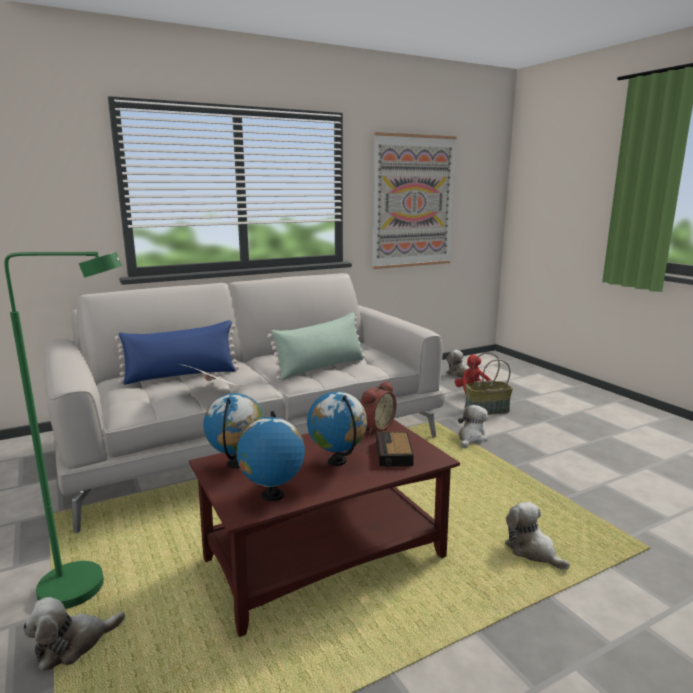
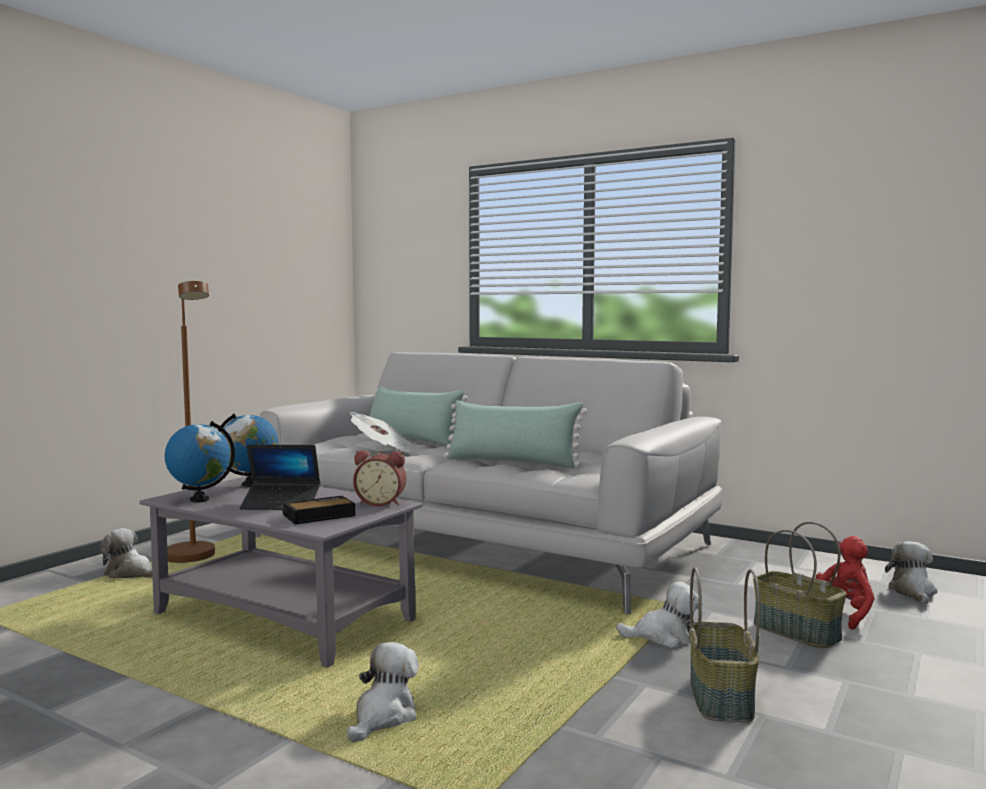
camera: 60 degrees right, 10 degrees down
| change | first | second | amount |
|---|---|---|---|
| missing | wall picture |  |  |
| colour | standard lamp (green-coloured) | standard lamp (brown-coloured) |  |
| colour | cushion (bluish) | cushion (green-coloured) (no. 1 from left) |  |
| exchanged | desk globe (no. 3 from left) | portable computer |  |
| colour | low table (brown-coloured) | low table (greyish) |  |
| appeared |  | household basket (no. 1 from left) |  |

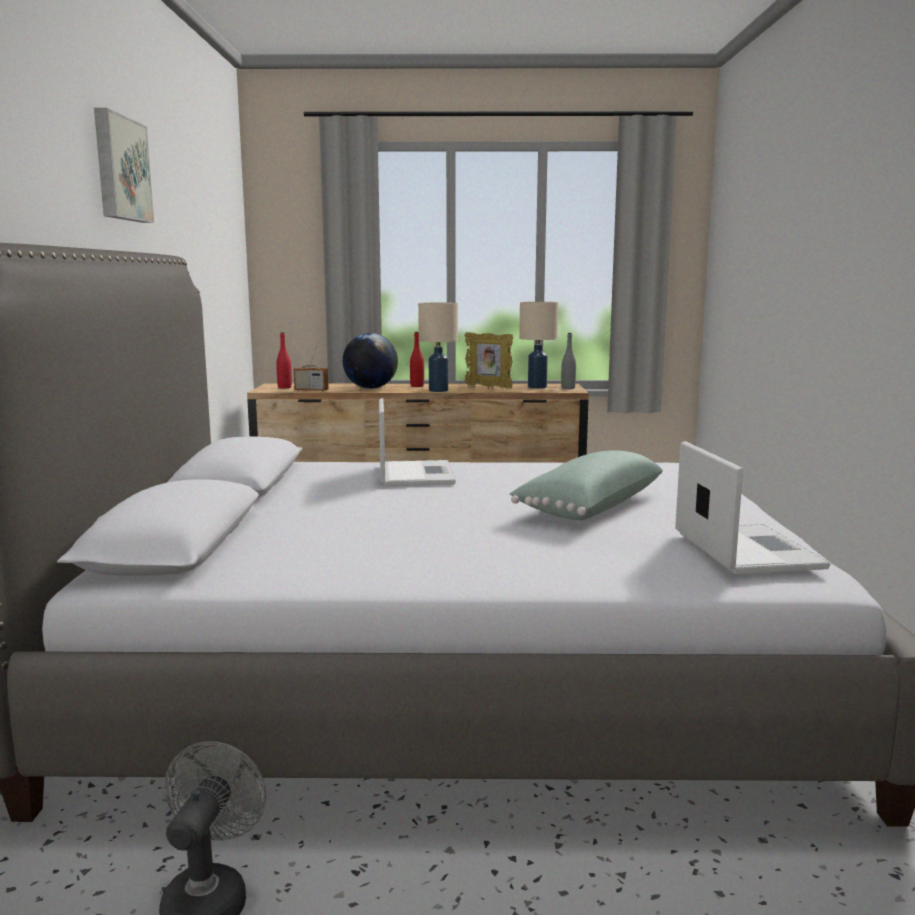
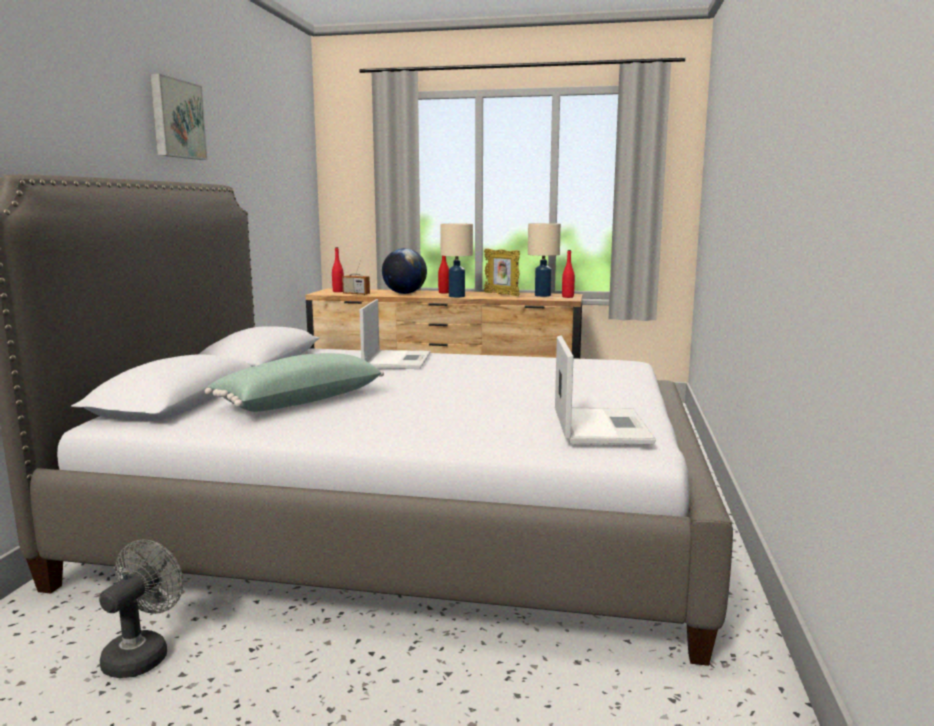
camera: 10 degrees right, 0 degrees up
| change | first | second | amount |
|---|---|---|---|
| colour | drink bottle (greyish) | drink bottle (reddish) (no. 3 from left) |  |
| relocated | cushion (green-coloured) |  |  |

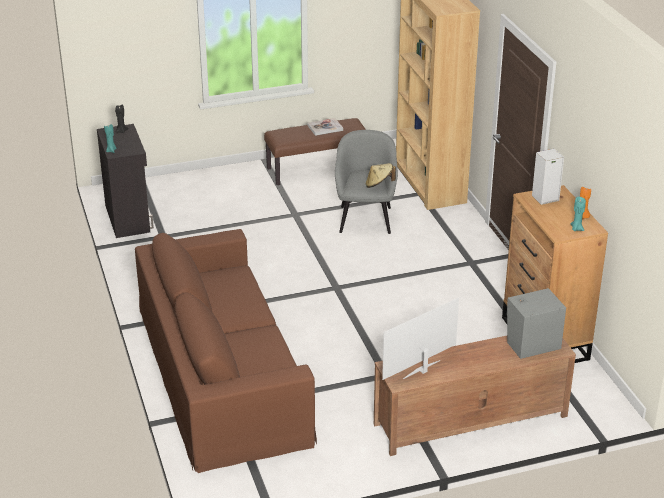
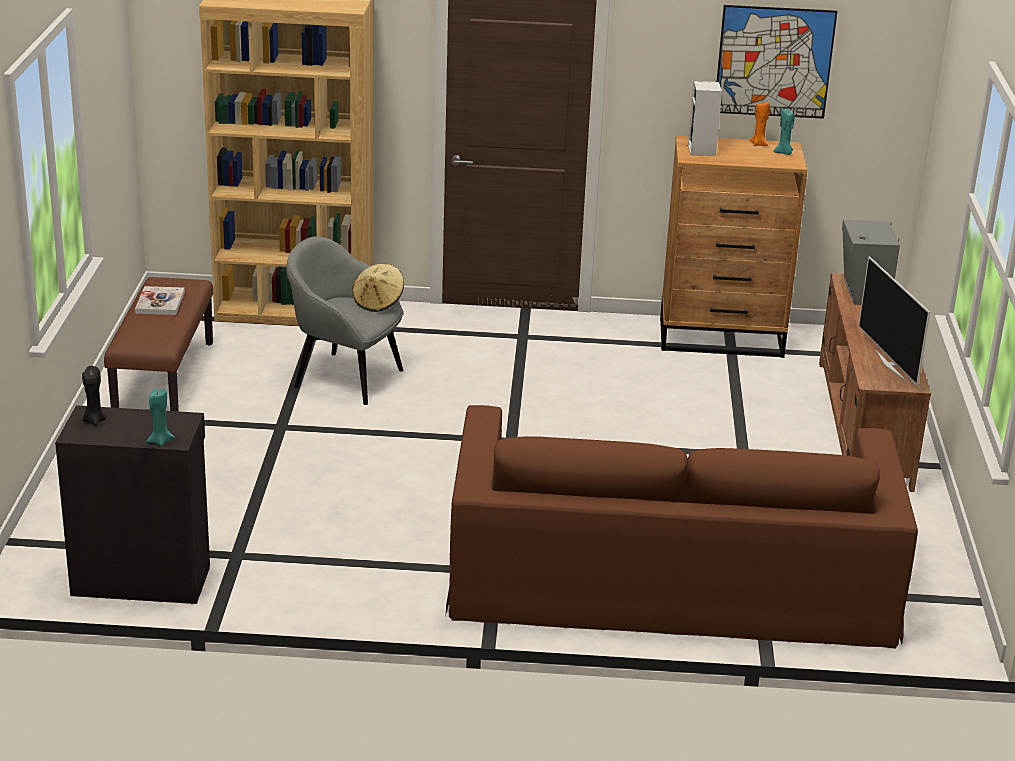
camera: 70 degrees left, 5 degrees down
| change | first | second | amount |
|---|---|---|---|
| appeared |  | wall picture |  |

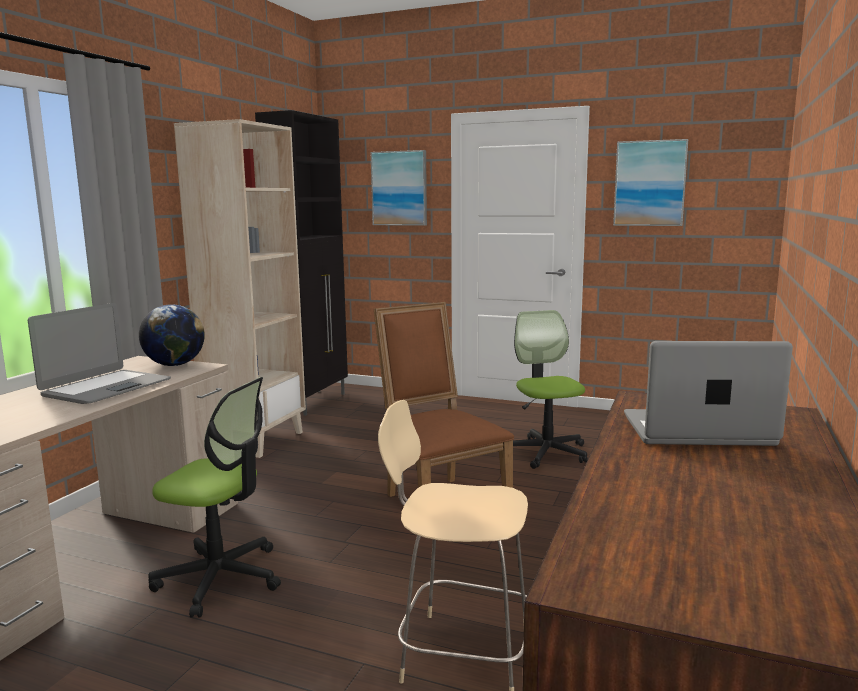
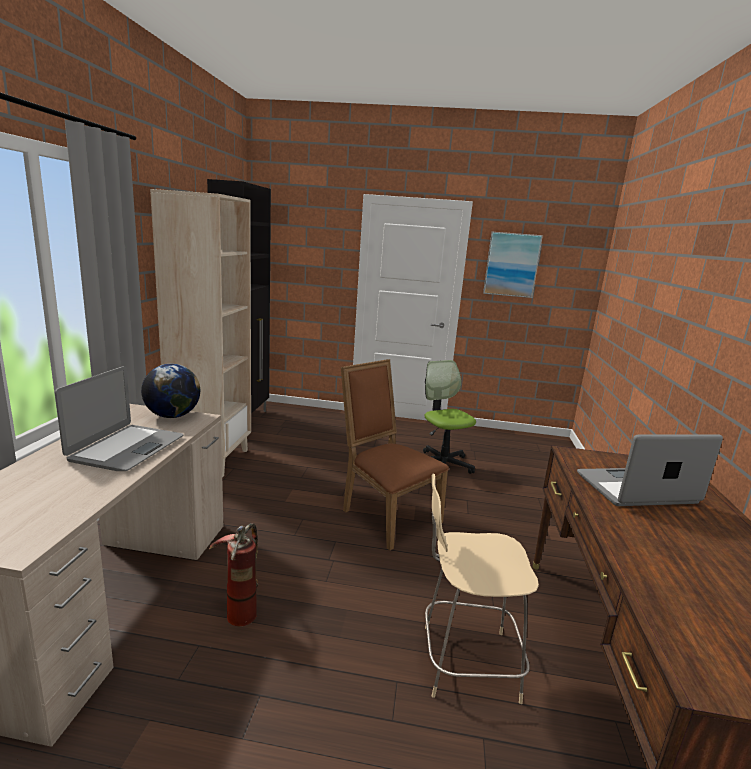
camera: 15 degrees left, 5 degrees up
| change | first | second | amount |
|---|---|---|---|
| missing | wall picture (no. 1 from left) |  |  |
| exchanged | office chair (no. 1 from left) | extinguisher |  |

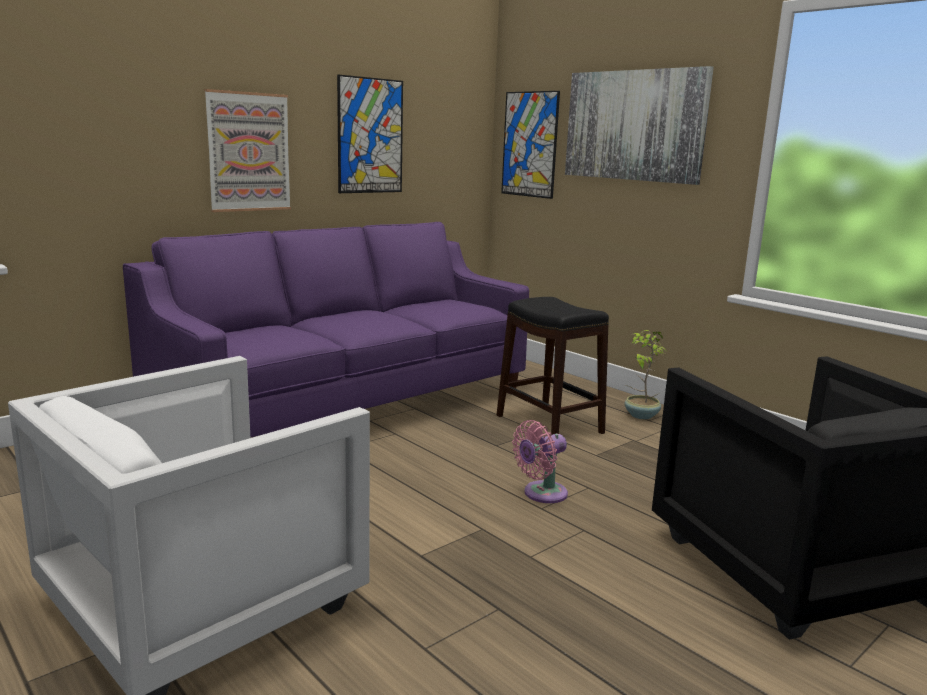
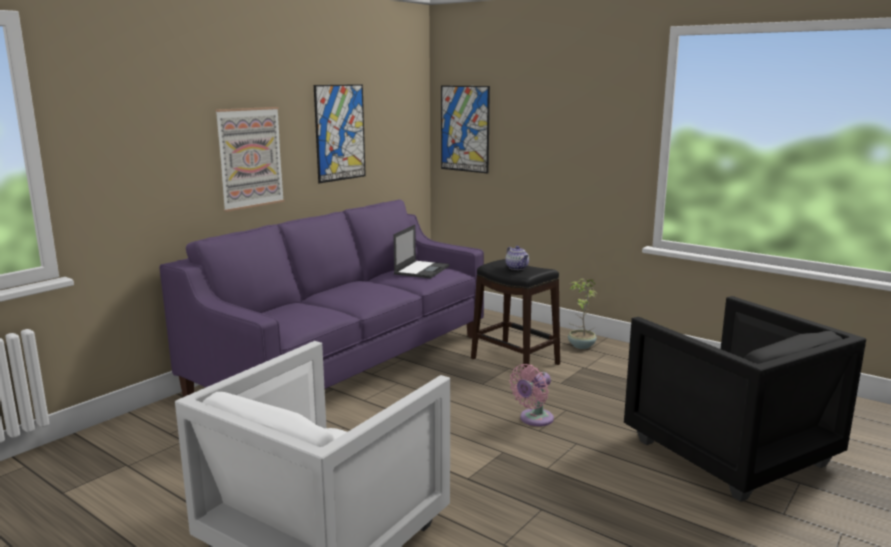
camera: 10 degrees left, 0 degrees up
| change | first | second | amount |
|---|---|---|---|
| missing | wall picture (no. 4 from left) |  |  |
| appeared |  | portable computer |  |
| appeared |  | pot for tea |  |

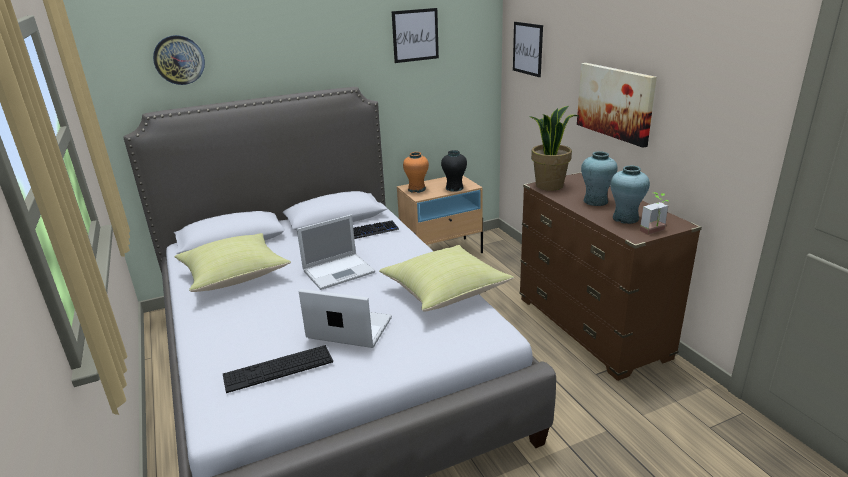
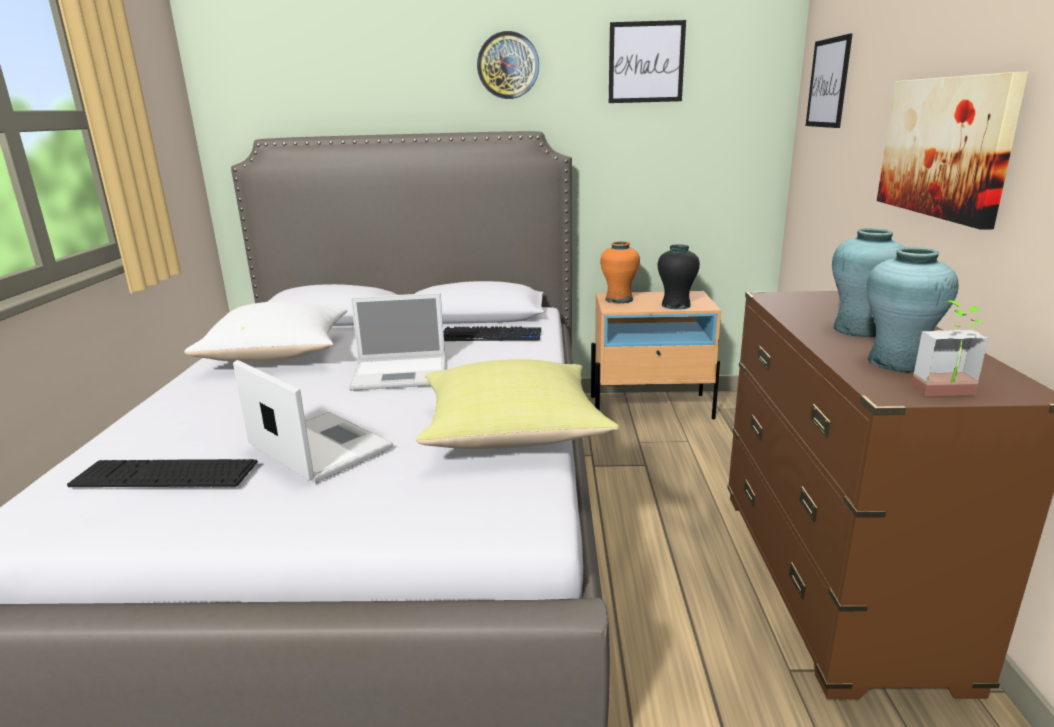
camera: 25 degrees right, 5 degrees down
| change | first | second | amount |
|---|---|---|---|
| relocated | wall clock |  |  |
| missing | plant in a pot (no. 1 from left) |  |  |
| colour | cushion (yellowish) (no. 1 from left) | cushion (white) |  |

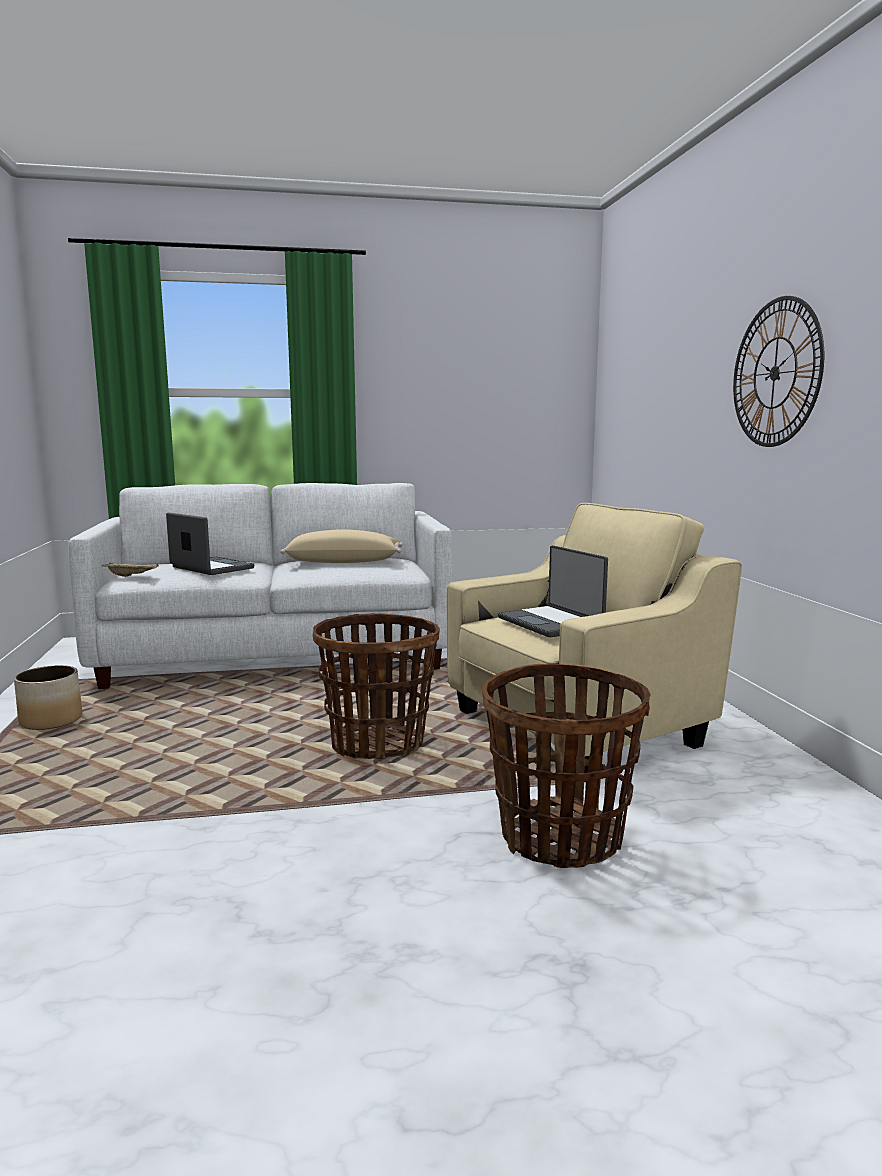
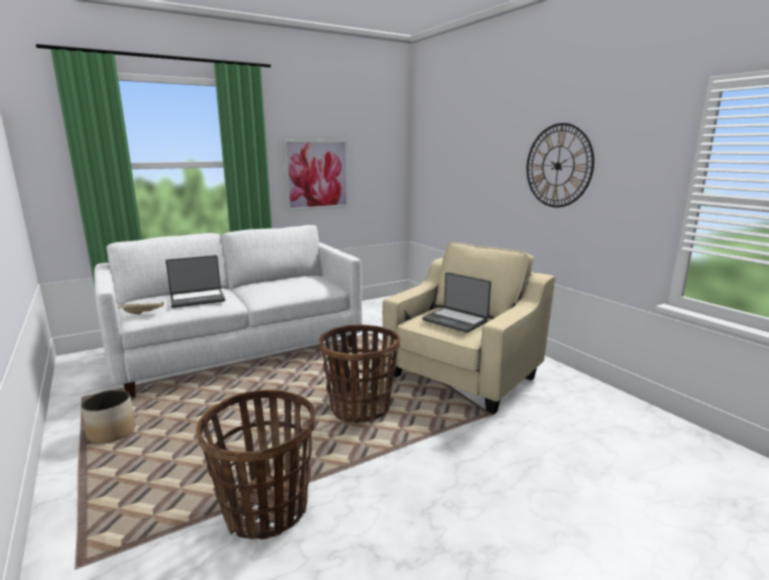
camera: 20 degrees left, 5 degrees up
| change | first | second | amount |
|---|---|---|---|
| spun | portable computer (no. 1 from left) |  | 135 degrees clockwise |
| missing | cushion (beige-coloured) |  |  |
| relocated | household basket (no. 2 from left in the first image) | household basket (no. 1 from left) |  |
| appeared |  | wall picture |  |

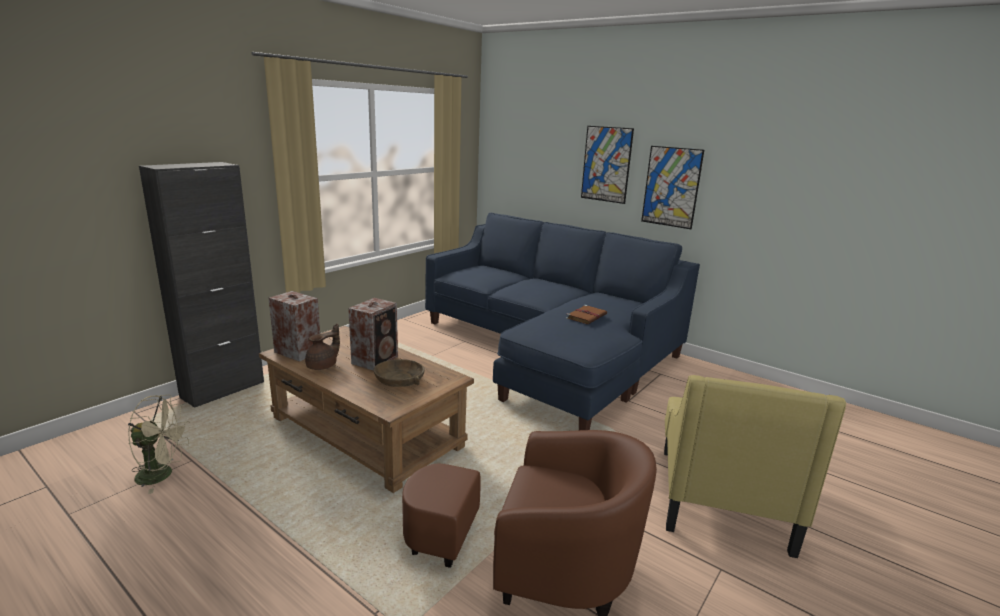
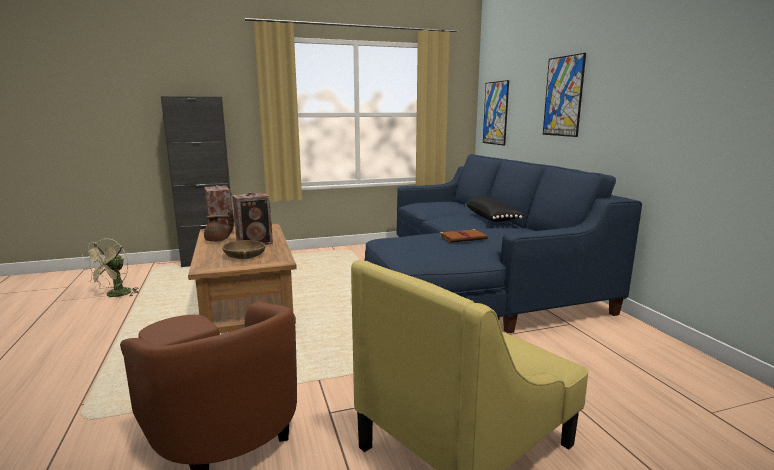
camera: 35 degrees right, 5 degrees down
| change | first | second | amount |
|---|---|---|---|
| relocated | wall picture (no. 2 from left in the first image) | wall picture (no. 1 from left) |  |
| spun | cooling fan (beige-coloured) |  | 75 degrees clockwise |
| appeared |  | cushion (black) |  |

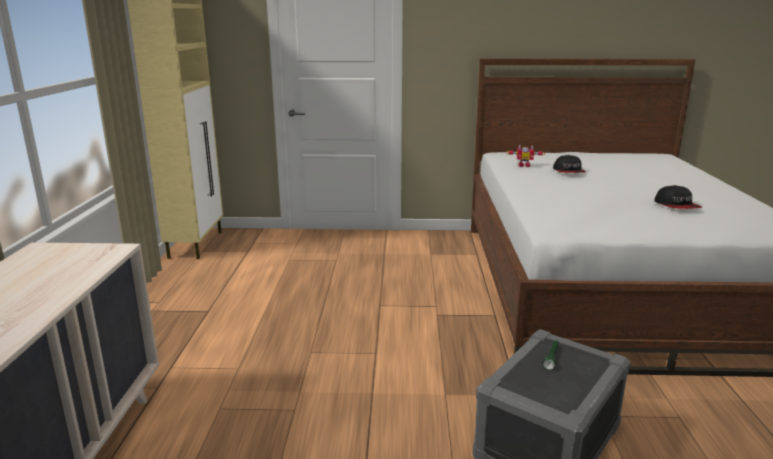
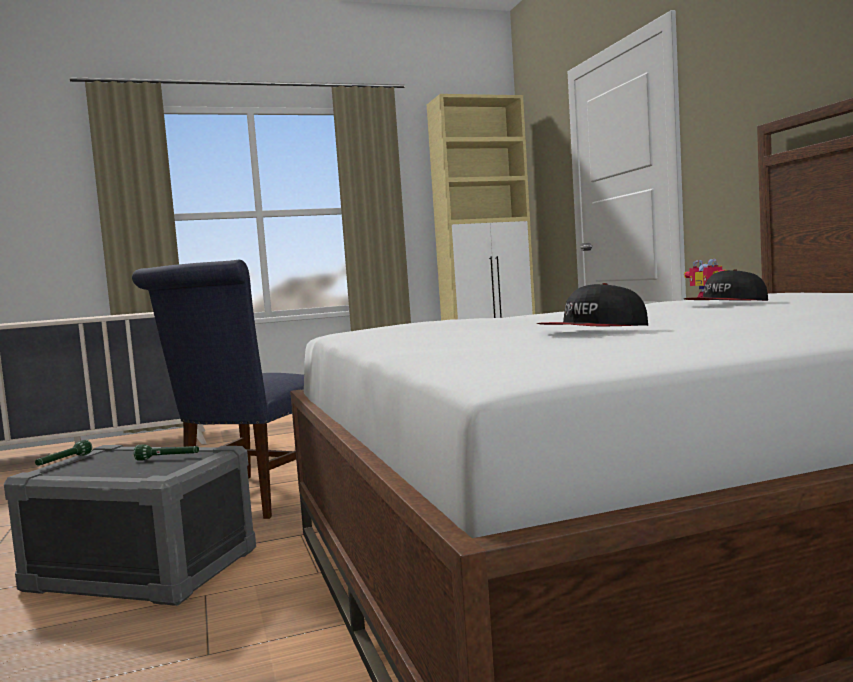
camera: 70 degrees right, 15 degrees down
| change | first | second | amount |
|---|---|---|---|
| appeared |  | plain chair (bluish) |  |
| appeared |  | torch (green-coloured) (no. 1 from left) |  |

